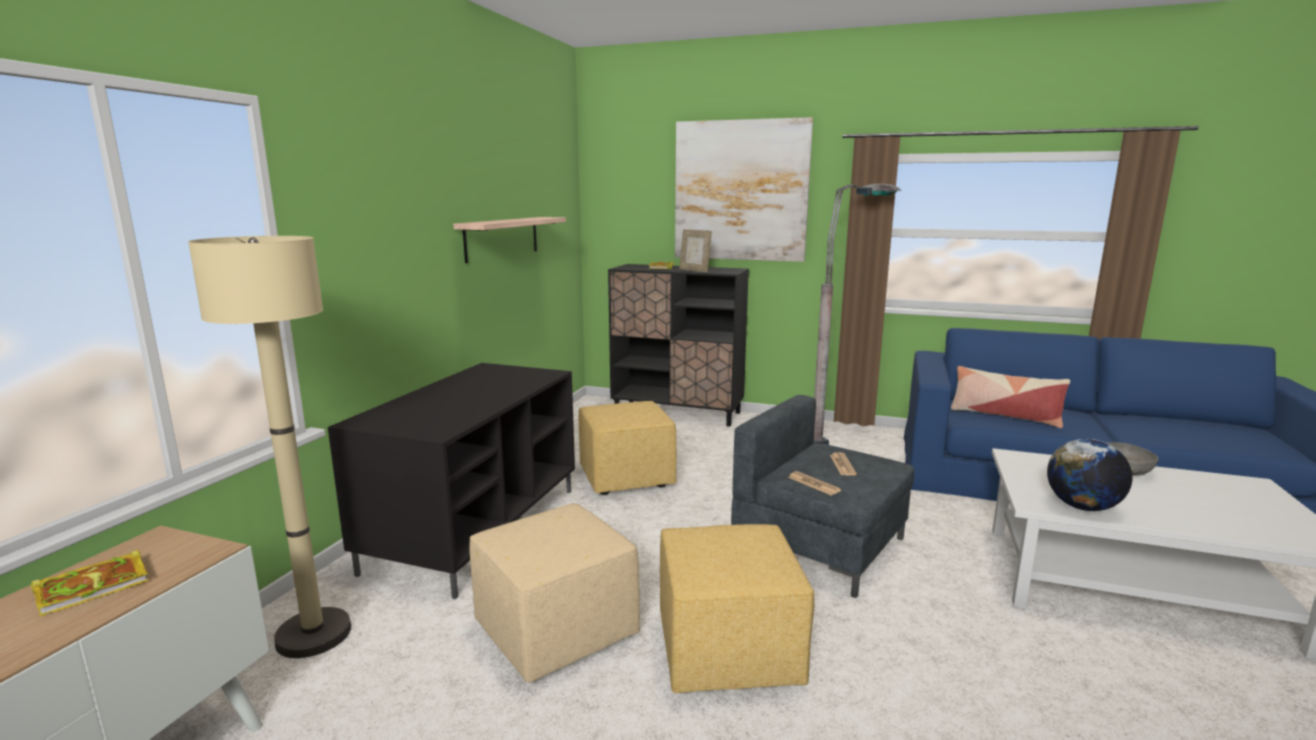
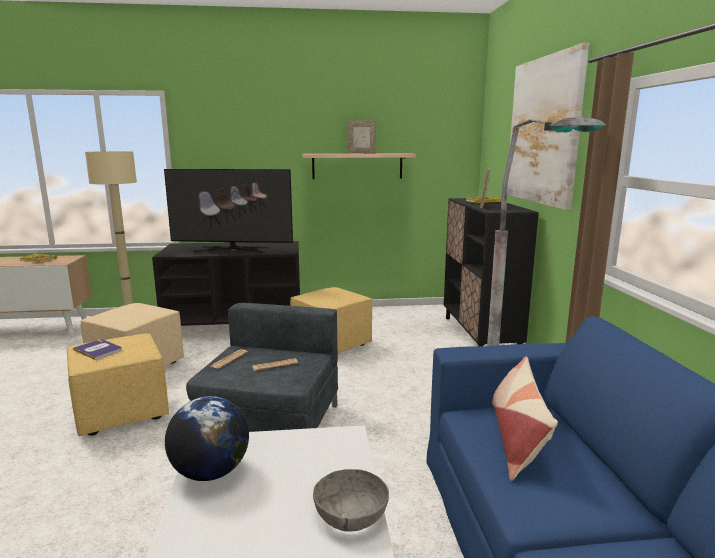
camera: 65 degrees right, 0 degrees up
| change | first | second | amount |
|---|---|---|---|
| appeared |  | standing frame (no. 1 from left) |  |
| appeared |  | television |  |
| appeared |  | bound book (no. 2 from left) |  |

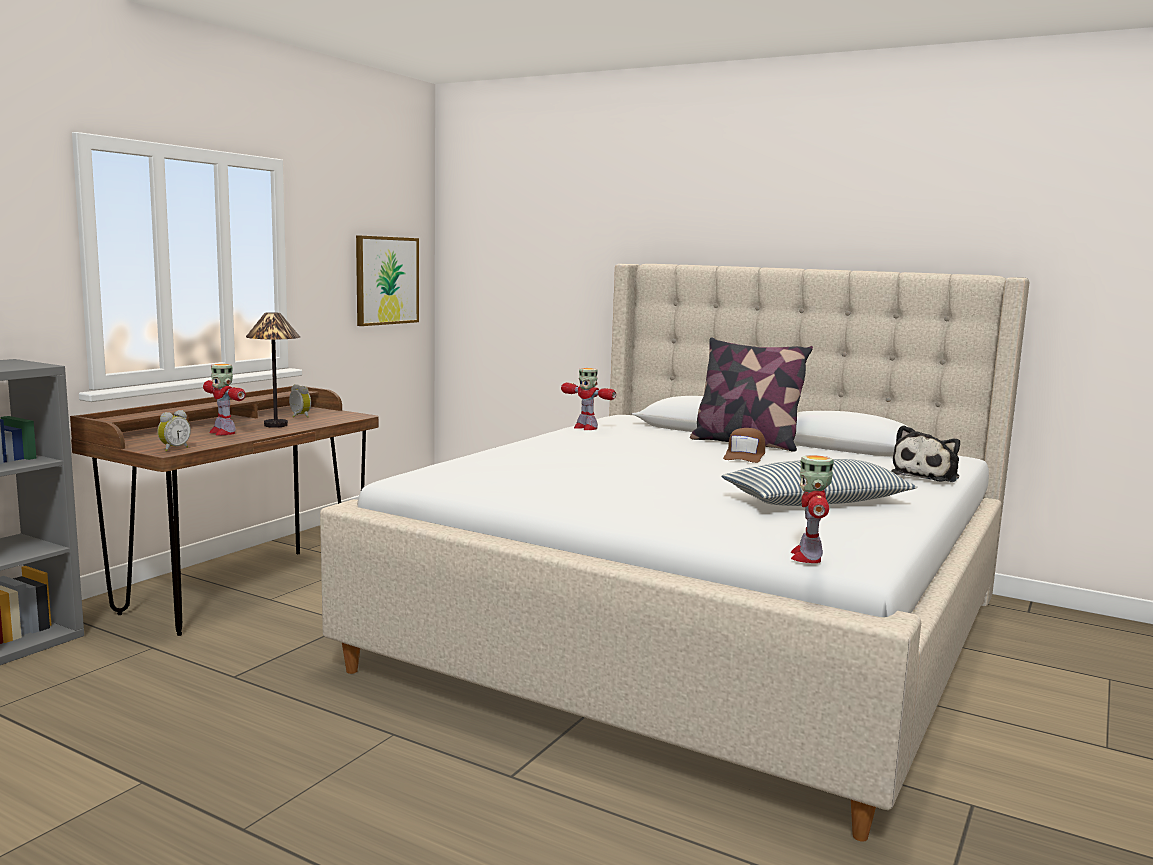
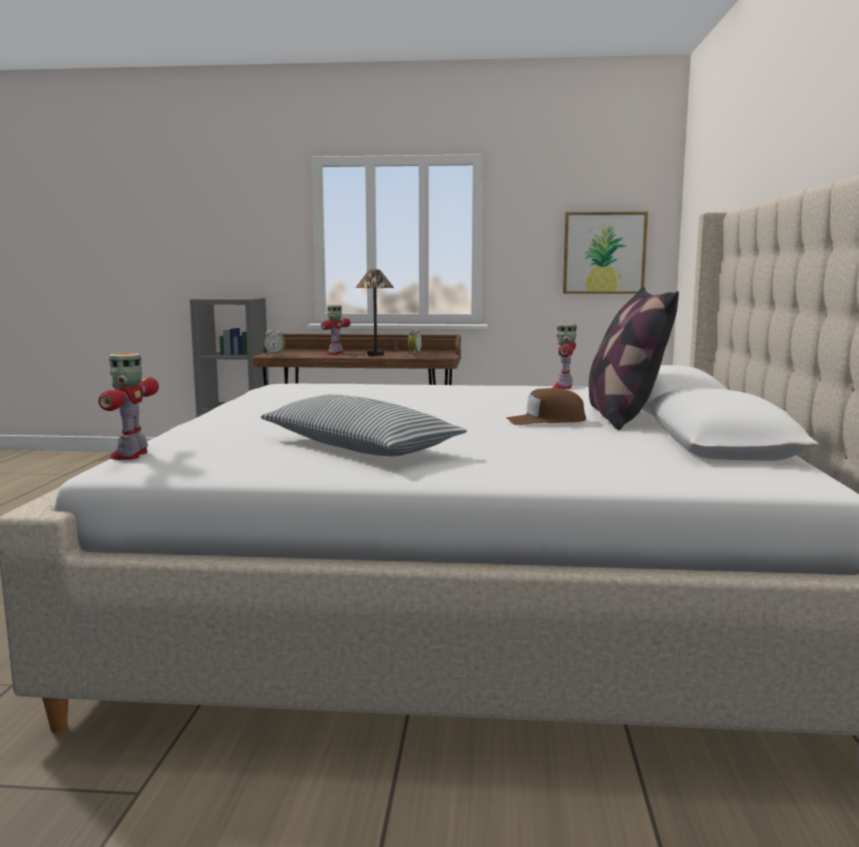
camera: 65 degrees right, 0 degrees up
| change | first | second | amount |
|---|---|---|---|
| missing | soft toy |  |  |
| spun | robot figure (no. 3 from left in the first image) | robot figure (no. 1 from left) | 75 degrees counterclockwise |

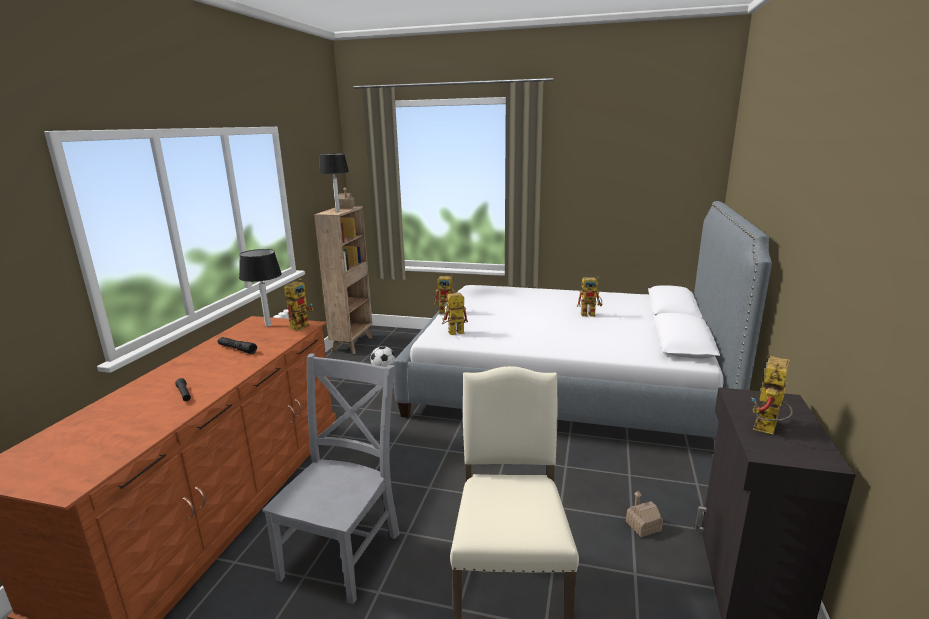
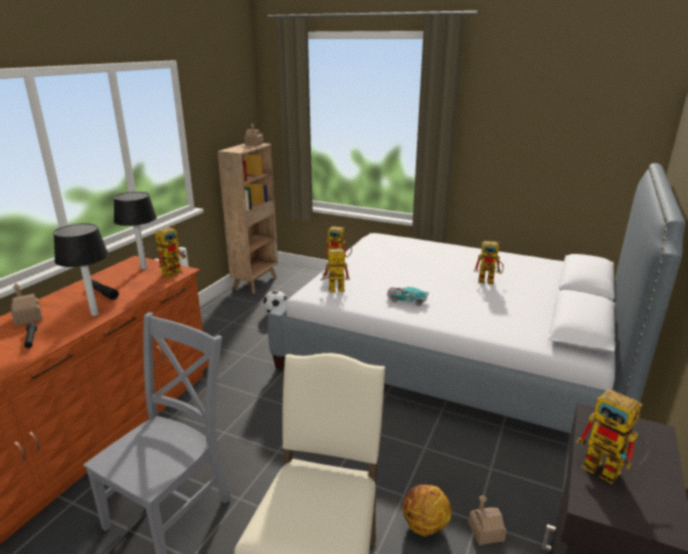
camera: 10 degrees right, 5 degrees up
| change | first | second | amount |
|---|---|---|---|
| relocated | tabletop lamp (no. 2 from left in the first image) | tabletop lamp (no. 1 from left) |  |
| spun | robot figure (no. 5 from left) |  | 90 degrees counterclockwise |
| appeared |  | model house (no. 1 from left) |  |
| appeared |  | miniature car |  |
| appeared |  | ball for basketball |  |

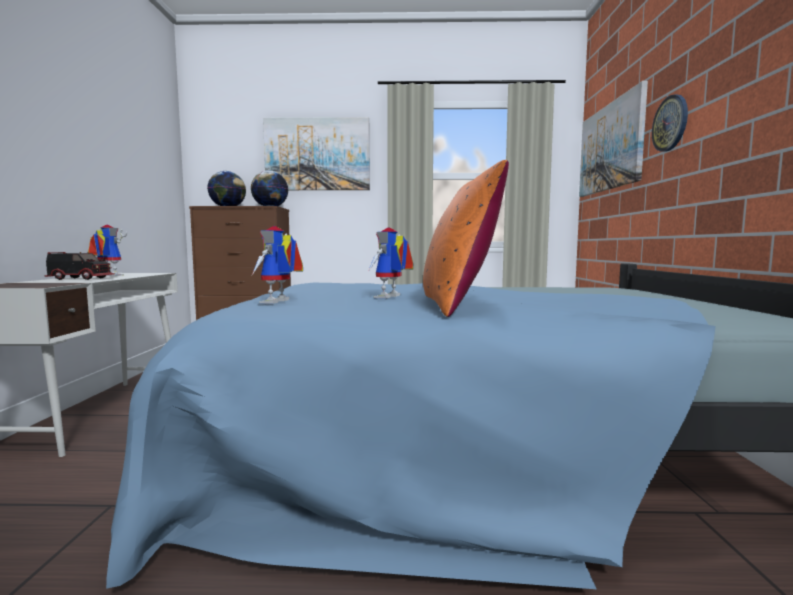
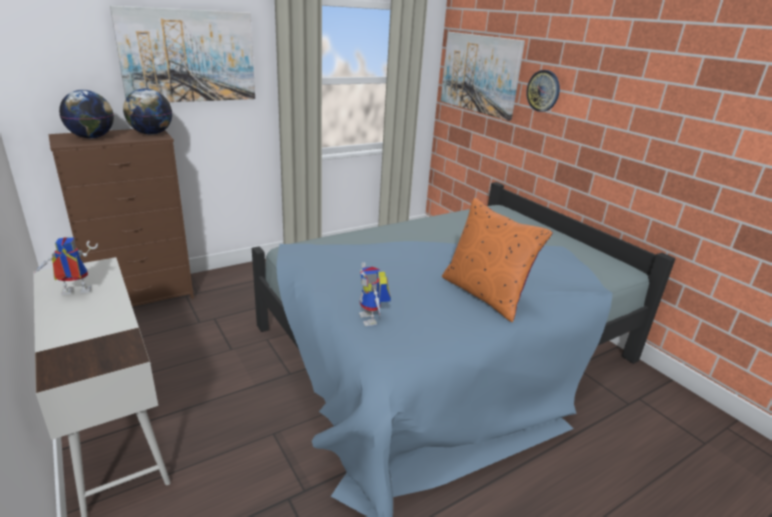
camera: 35 degrees left, 20 degrees up
| change | first | second | amount |
|---|---|---|---|
| missing | robot figure (no. 3 from left) |  |  |
| missing | model truck |  |  |

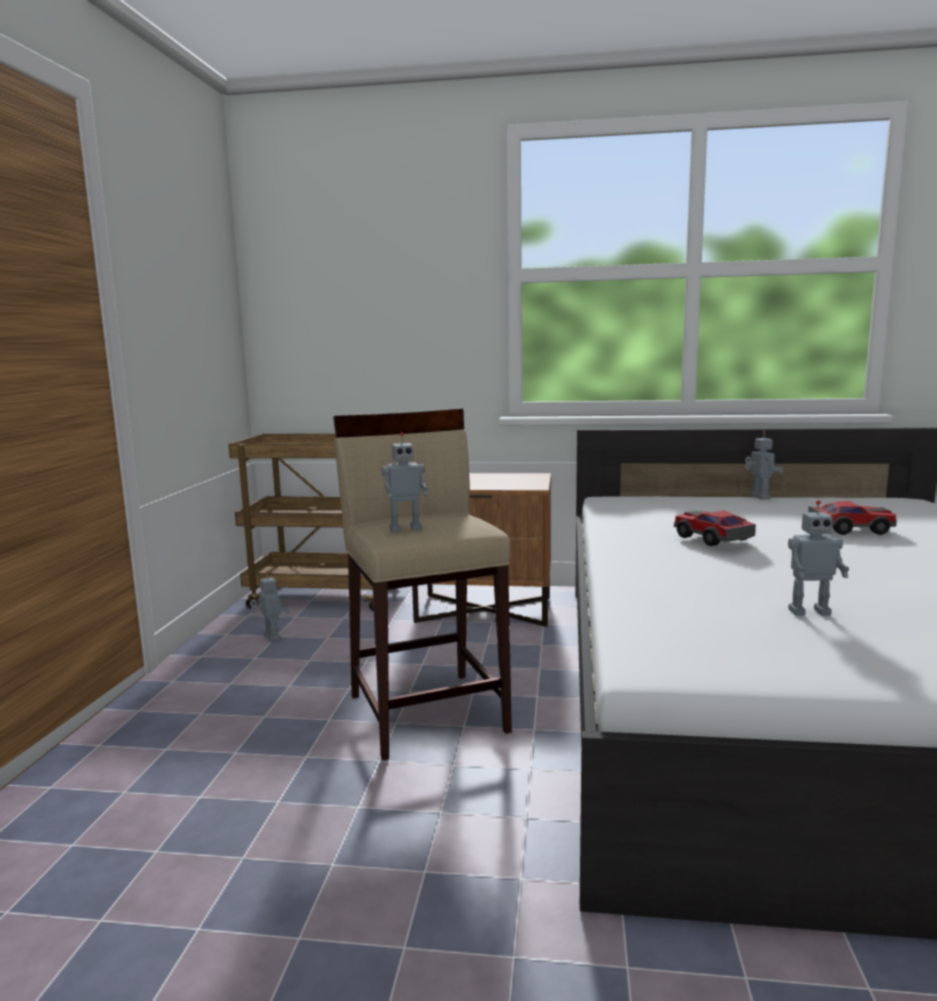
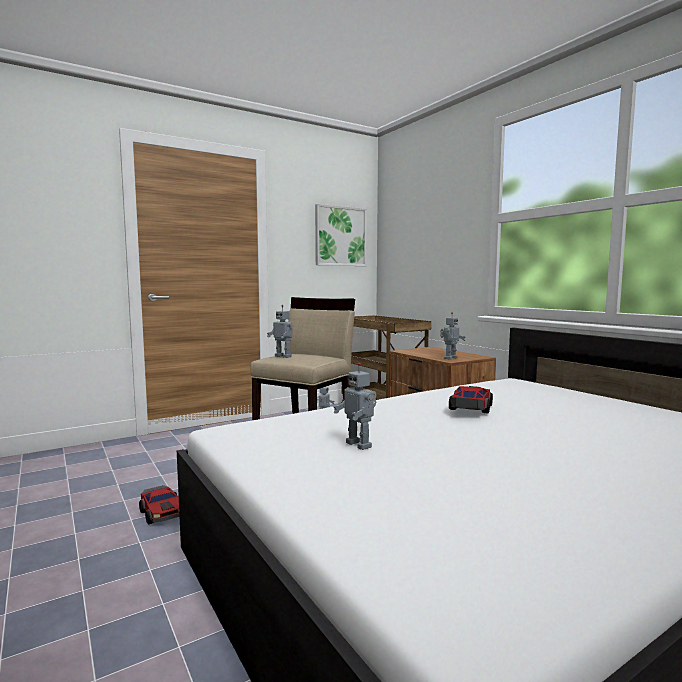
camera: 50 degrees right, 5 degrees down
| change | first | second | amount |
|---|---|---|---|
| relocated | robot figure (no. 3 from left in the first image) | robot figure (no. 4 from left) |  |
| relocated | miniature car (no. 2 from left in the first image) | miniature car (no. 1 from left) |  |
| appeared |  | wall picture |  |

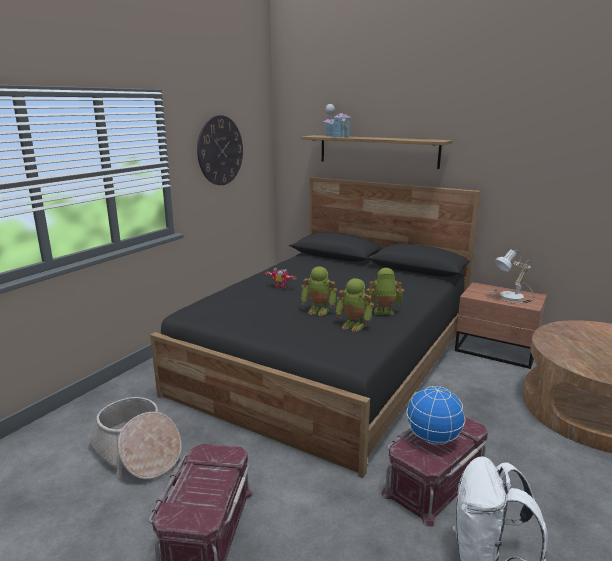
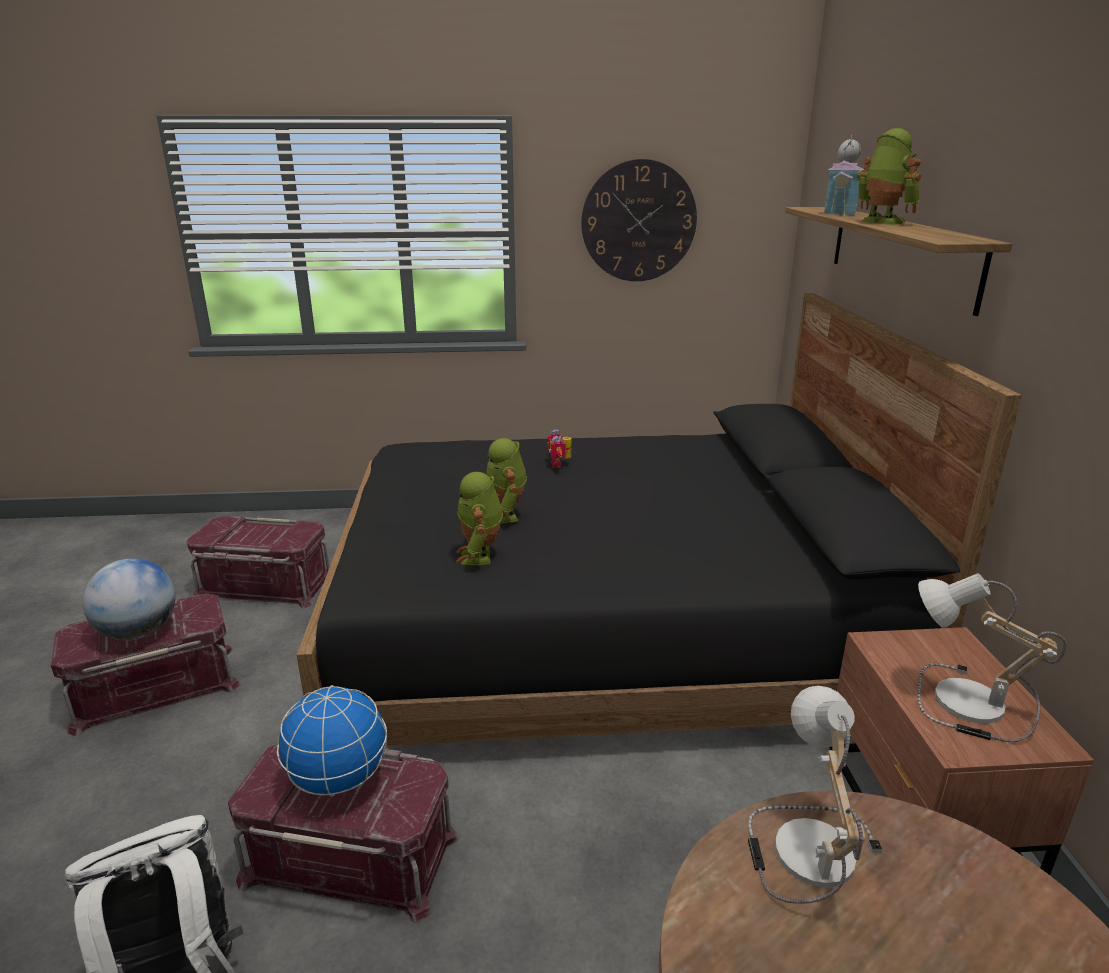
camera: 55 degrees right, 5 degrees up
| change | first | second | amount |
|---|---|---|---|
| relocated | robot figure (no. 4 from left) |  |  |
| exchanged | household basket | storage bin (reddish) (no. 2 from left) |  |
| appeared |  | desk globe (no. 1 from left) |  |
| appeared |  | tabletop lamp (no. 1 from left) |  |

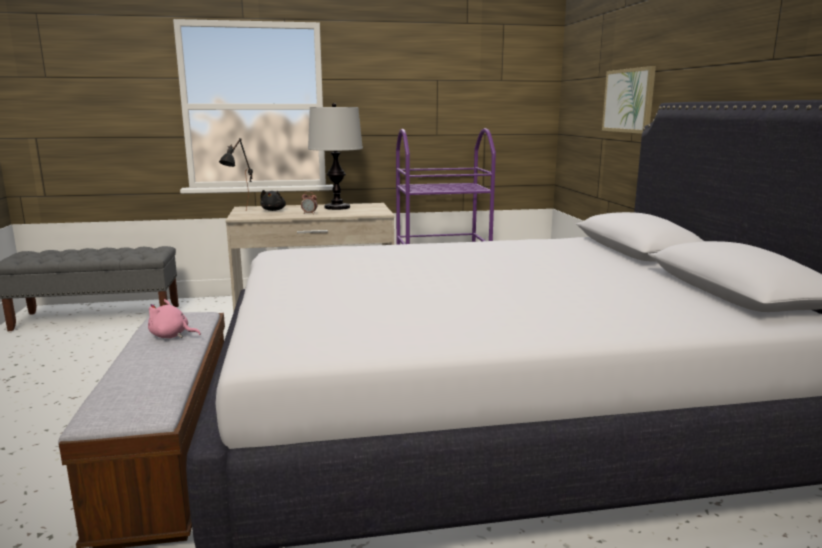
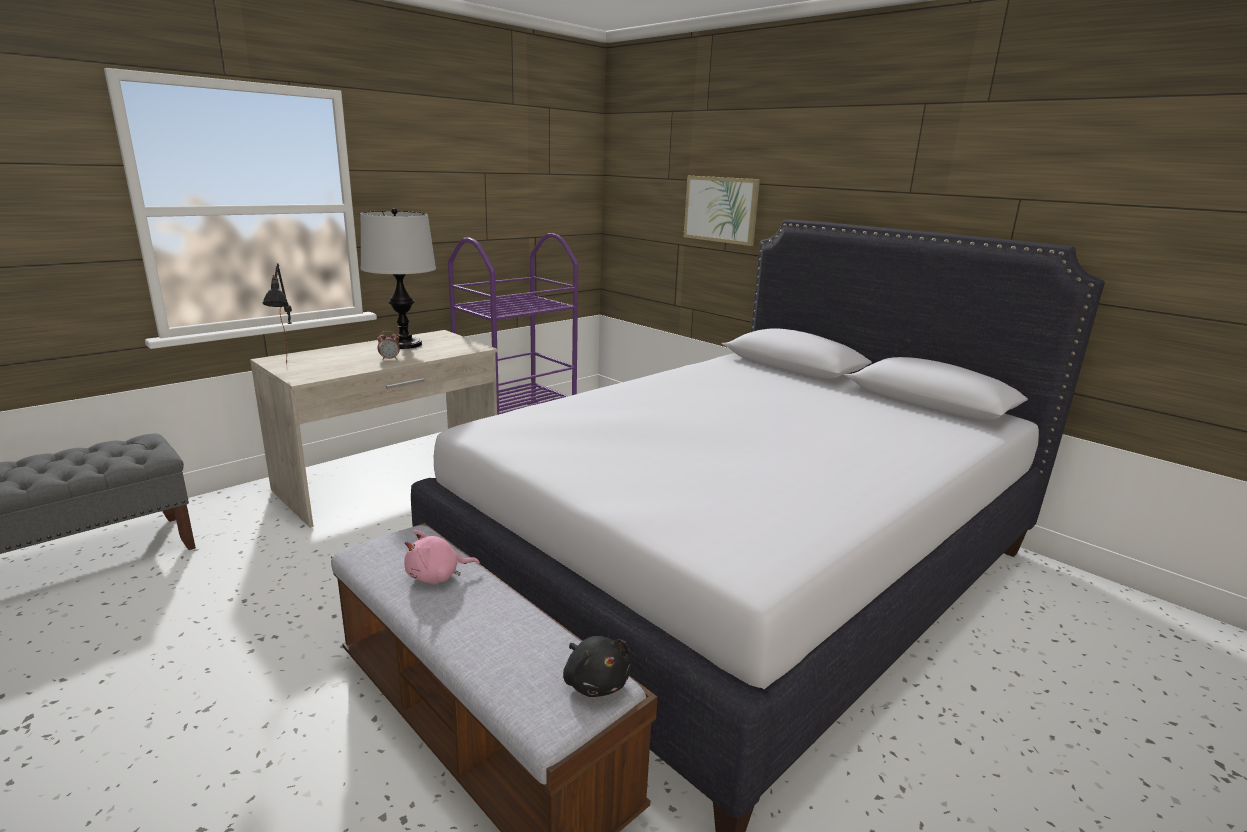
camera: 35 degrees left, 5 degrees up
| change | first | second | amount |
|---|---|---|---|
| relocated | soft toy (black) |  |  |

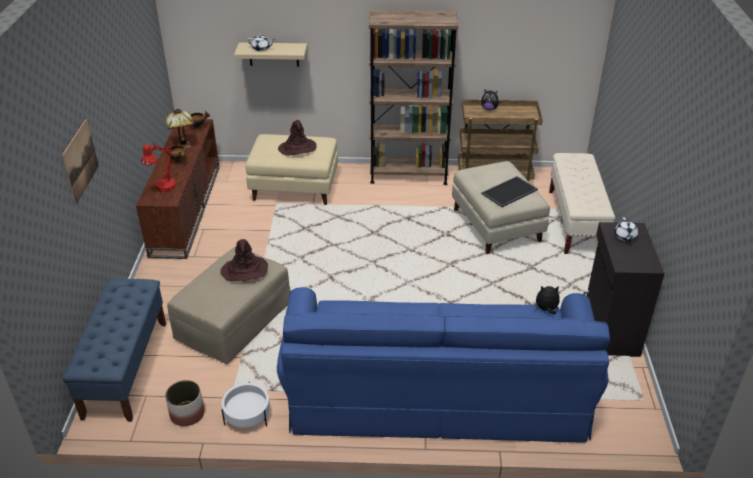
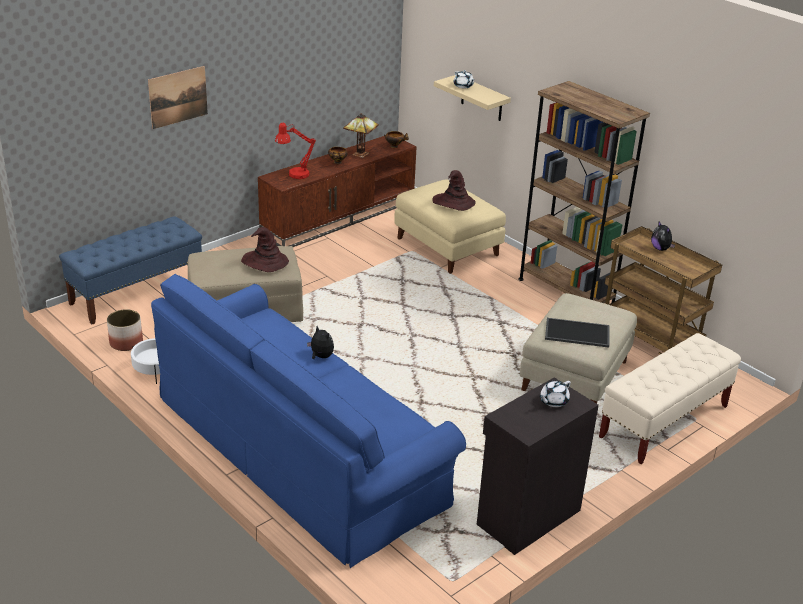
camera: 45 degrees right, 5 degrees down
| change | first | second | amount |
|---|---|---|---|
| relocated | soft toy (no. 2 from left in the first image) | soft toy (no. 1 from left) |  |

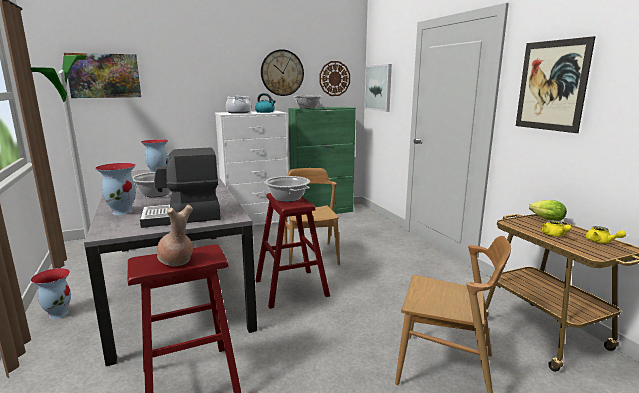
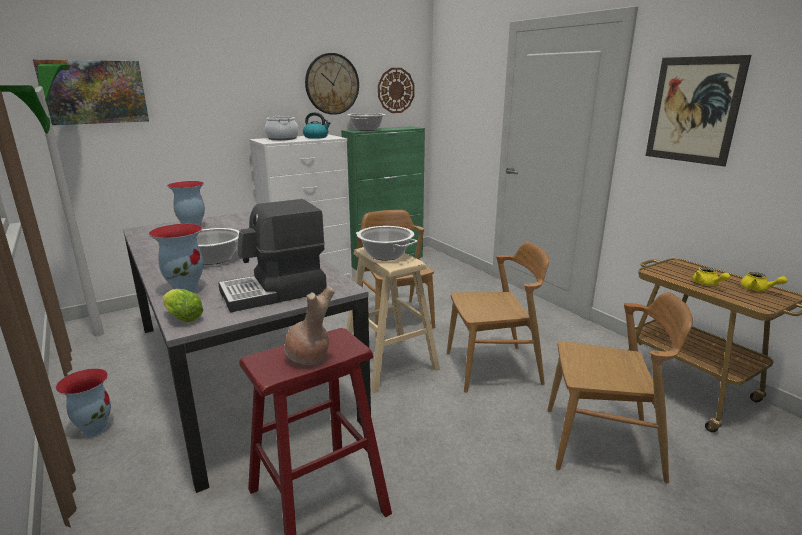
camera: 10 degrees left, 5 degrees up
| change | first | second | amount |
|---|---|---|---|
| missing | wall picture (no. 2 from left) |  |  |
| colour | sitting stool (reddish) (no. 2 from left) | sitting stool (beige-coloured) |  |
| relocated | head of lettuce |  |  |
| appeared |  | plain chair (brown-coloured) (no. 2 from left) |  |

